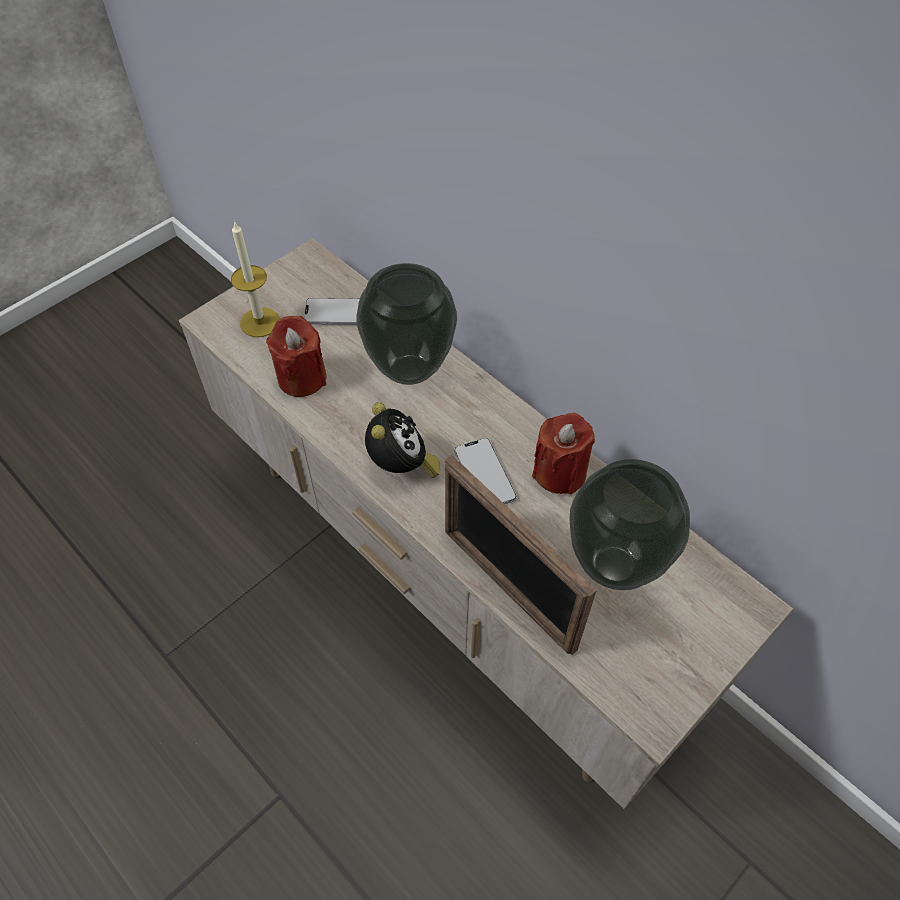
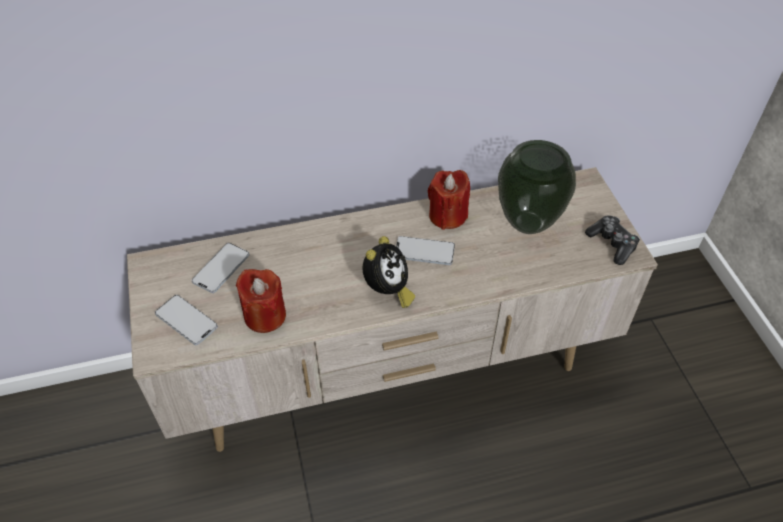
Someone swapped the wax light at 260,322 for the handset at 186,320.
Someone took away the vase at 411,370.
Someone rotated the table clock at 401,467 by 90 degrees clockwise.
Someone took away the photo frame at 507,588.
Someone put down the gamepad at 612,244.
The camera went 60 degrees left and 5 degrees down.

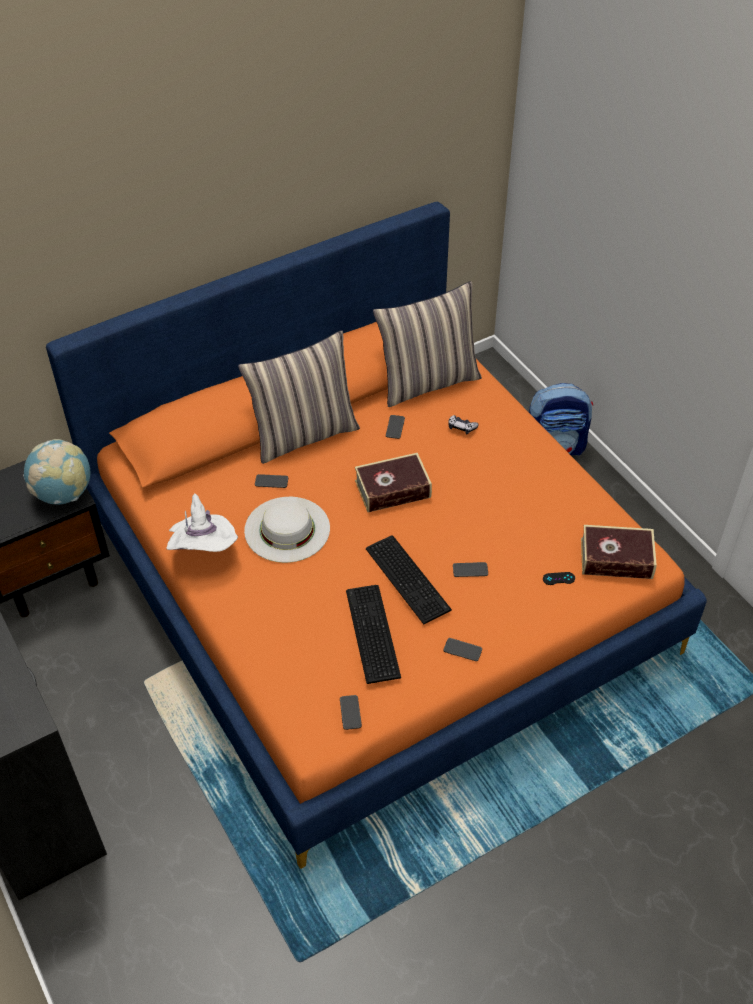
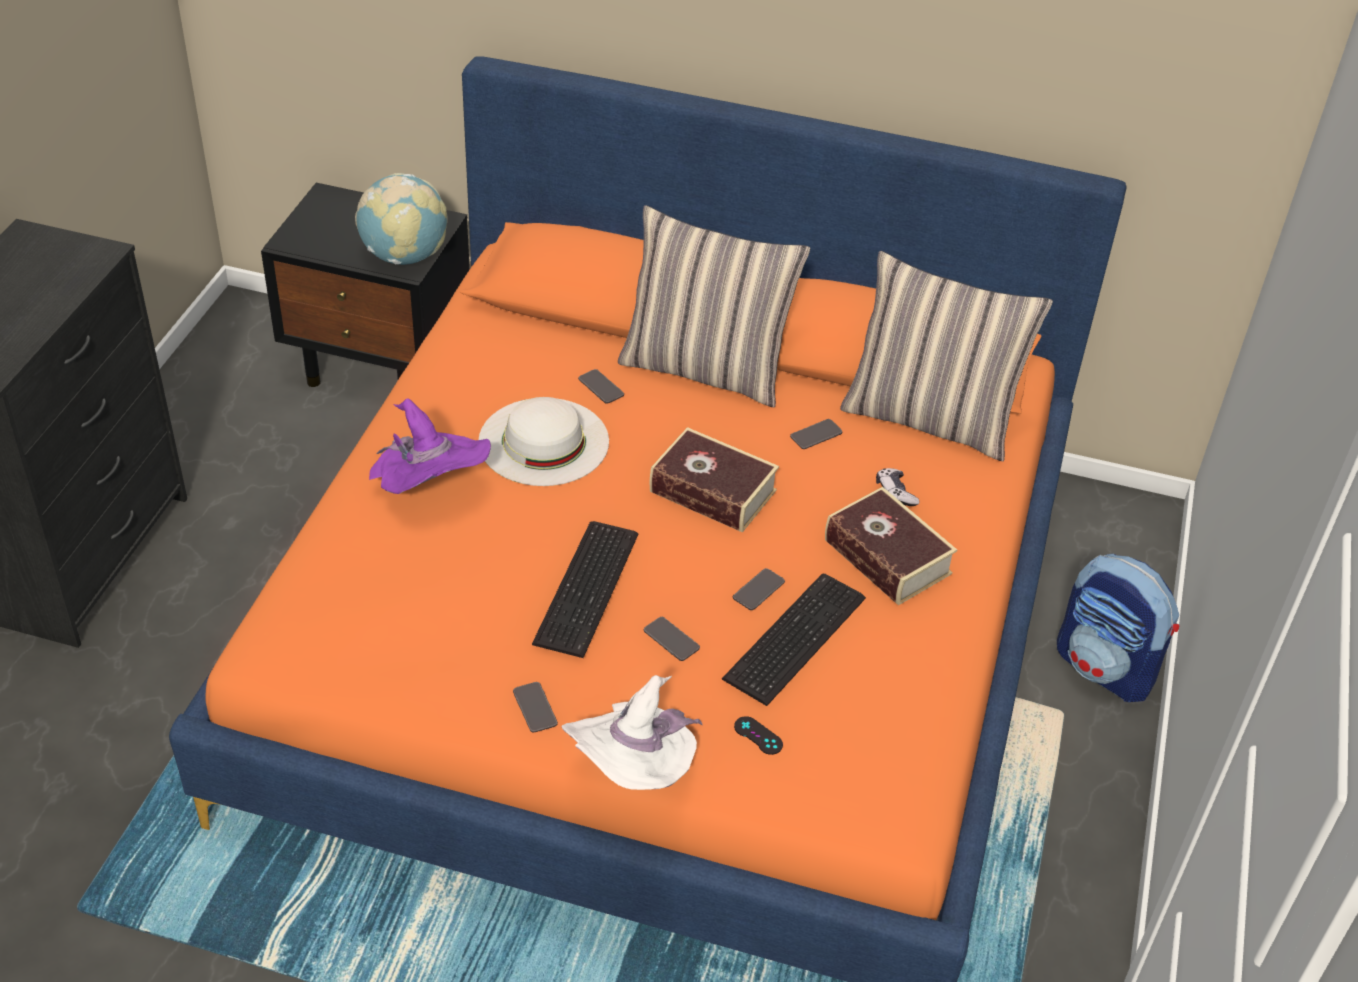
Someone carried the white wearable hat from 204,550 to 635,771.
Someone carried the book from 616,558 to 887,557.
Someone carried the keyboard from 371,635 to 791,638.
Someone carried the handset from 350,712 to 758,590.
Someone put down the purple wearable hat at 429,489.
The camera went 45 degrees right and 5 degrees down.

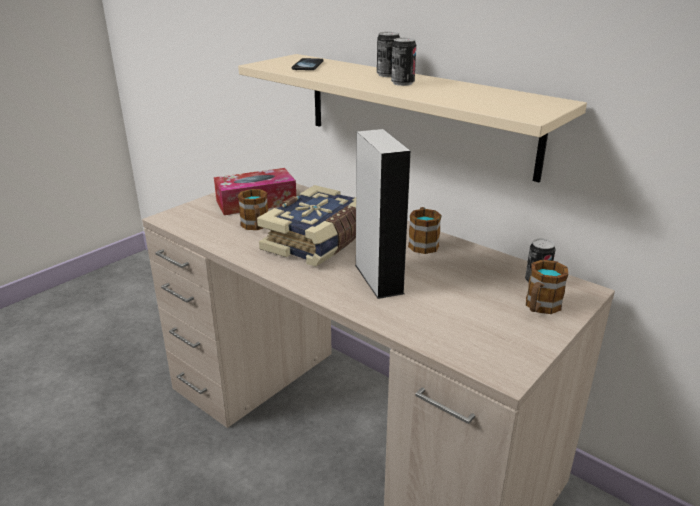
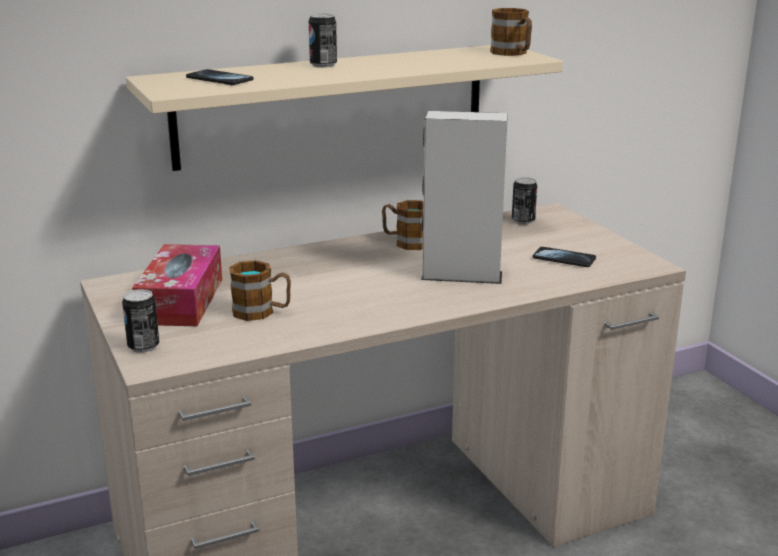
Someone carried the can from 402,83 to 143,346.
Someone took away the book at 319,241.
Someone carried the coffee mug from 540,307 to 513,53.
Someone put down the handset at 564,259.
The camera went 65 degrees left and 5 degrees down.

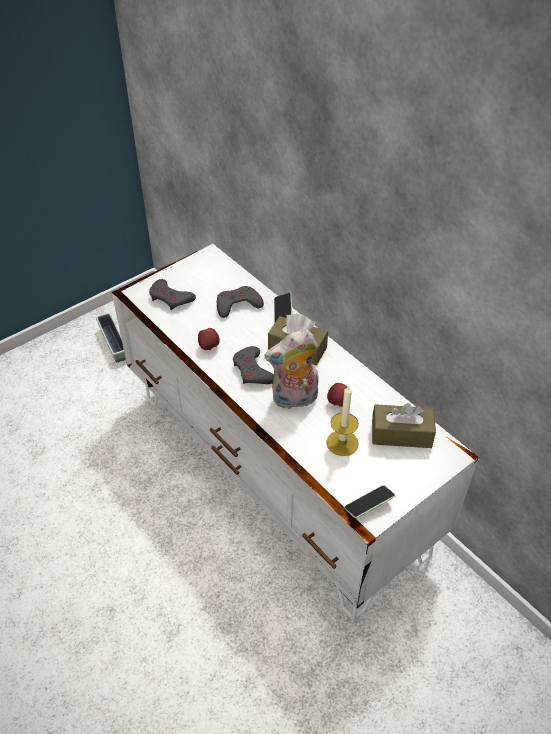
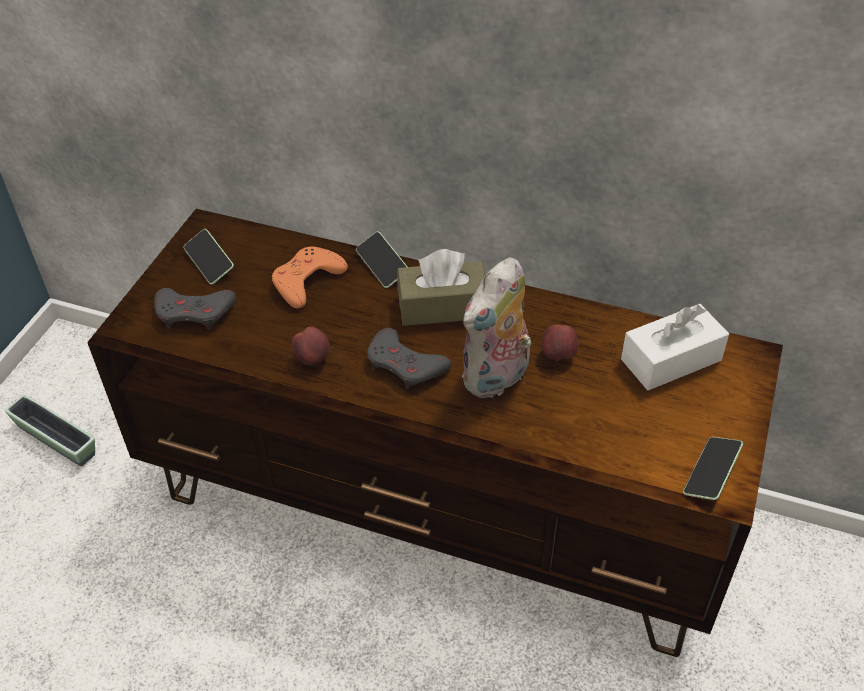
Someone repainted the white media console at 276,472, which became the brownish media console at 436,511.
Someone repainted the greyish gamepad at 238,305, which became the orange-coloured gamepad at 307,281.
Someone took away the wax light at 342,443.
Someone repainted the brownish tissue box at 401,434, which became the white tissue box at 671,360.
Someone put down the handset at 209,263.
The camera went 30 degrees left and 0 degrees up.

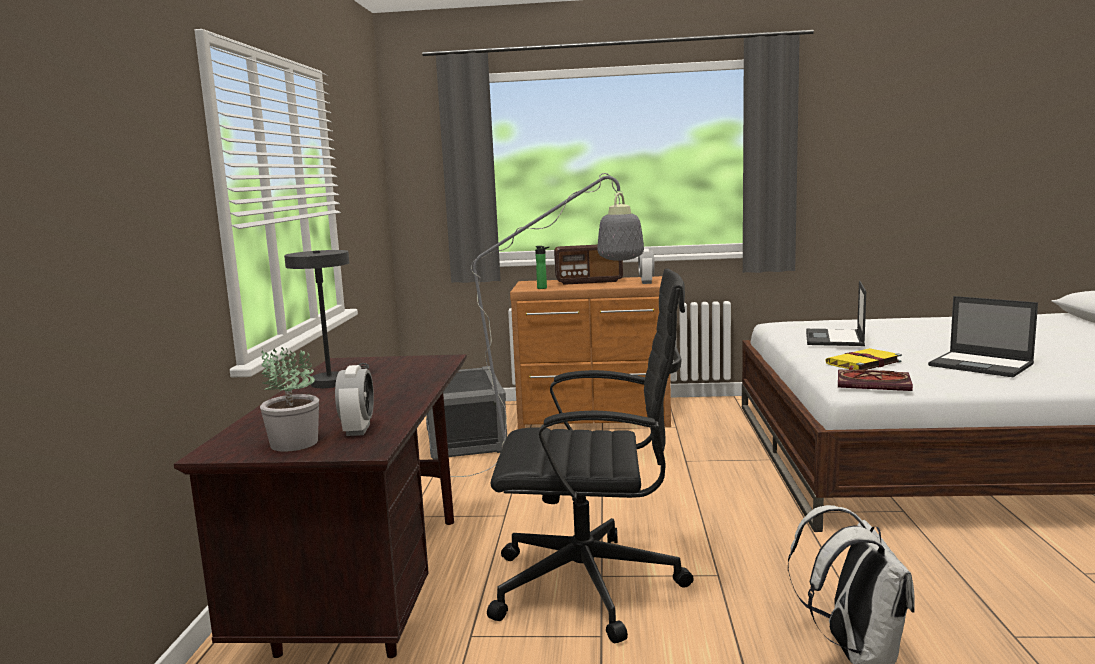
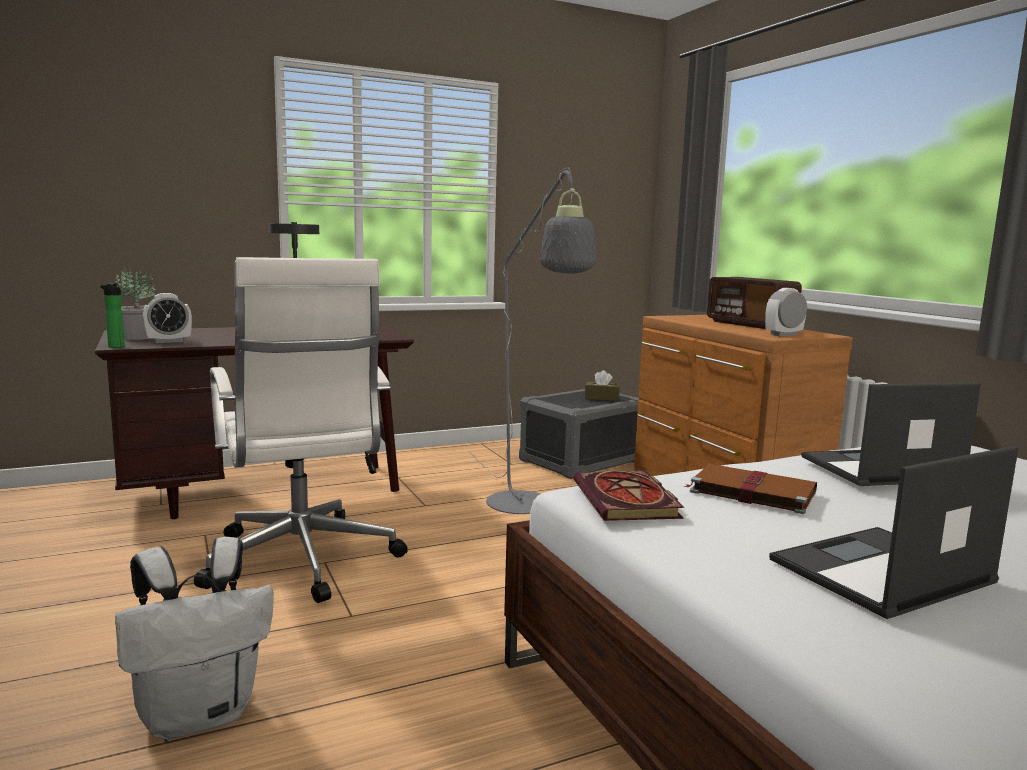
Someone carried the beverage bottle from 543,288 to 115,347.
Someone repainted the blackish office chair at 592,586, which became the white office chair at 301,562.
Someone rotated the portable computer at 981,365 by 45 degrees clockwise.
Someone repainted the yellow book at 862,363, which became the brownish book at 750,491.
Someone put down the brownish tissue box at 602,398.
The camera went 60 degrees right and 0 degrees up.

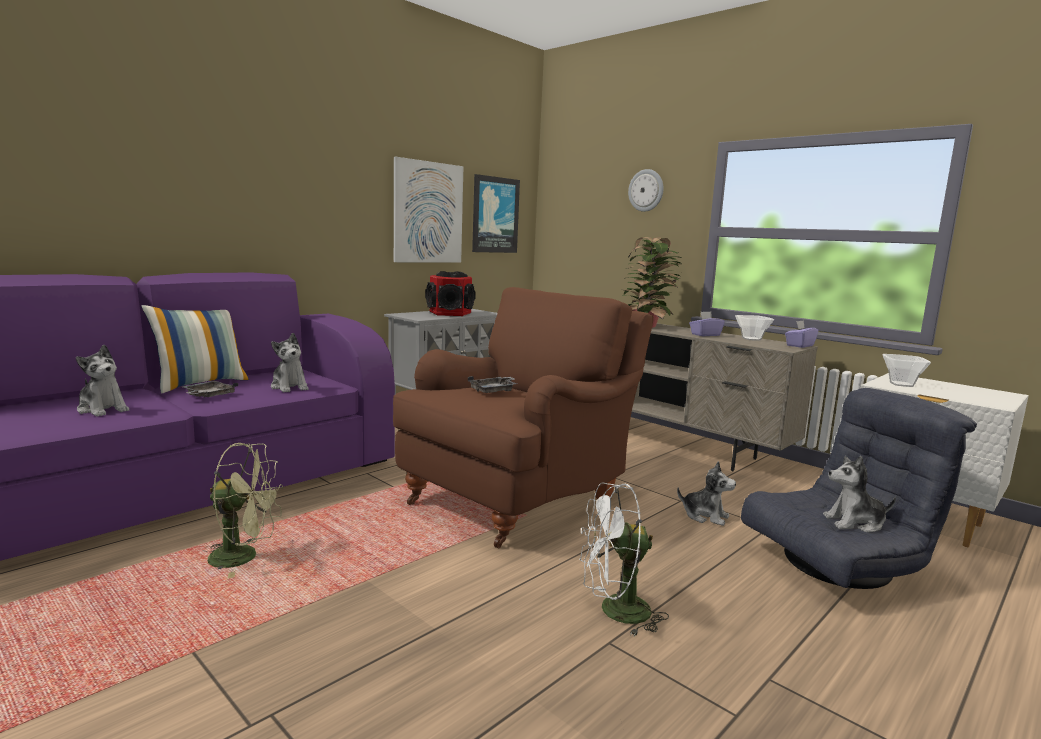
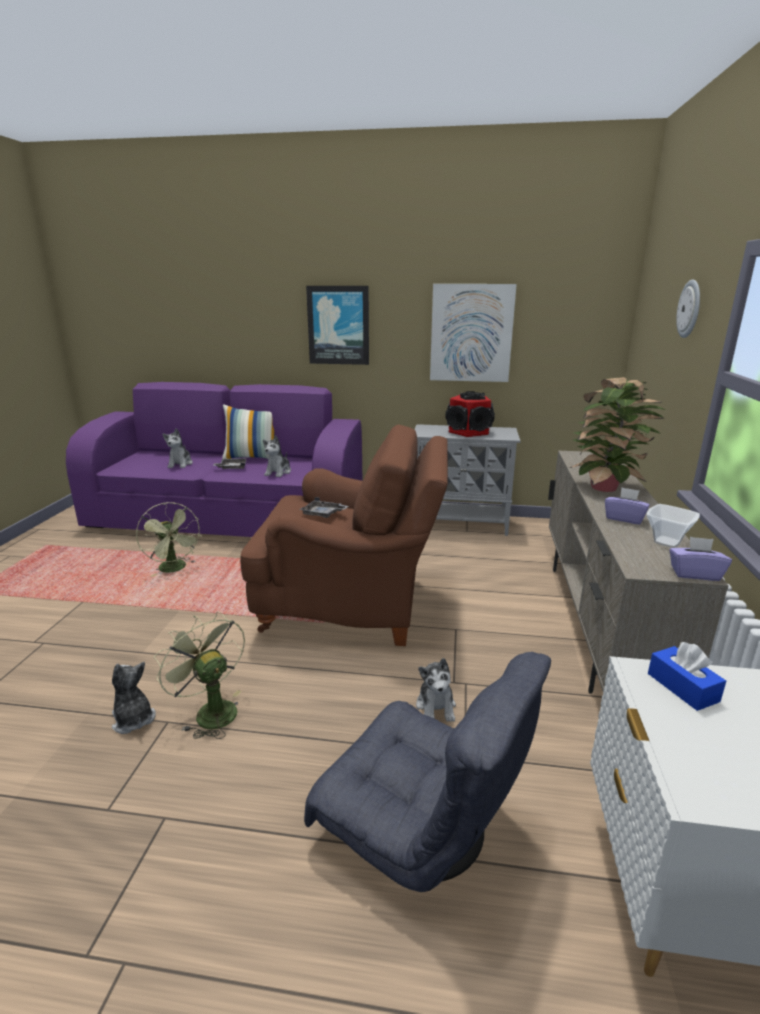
Someone carried the wall picture from 495,215 to 338,325.
Someone swapped the serving bowl at 900,384 for the bluish tissue box at 682,687.
Someone carried the soft toy from 855,523 to 133,719.
Someone repainted the white fan at 614,612, which became the greenish fan at 210,711.
The camera went 55 degrees right and 10 degrees up.

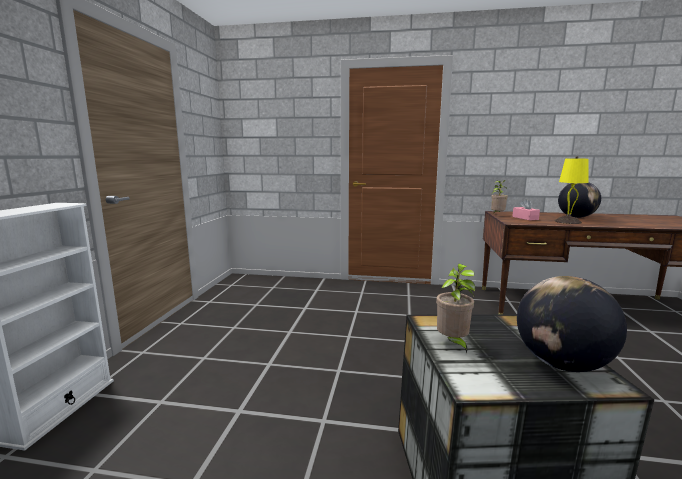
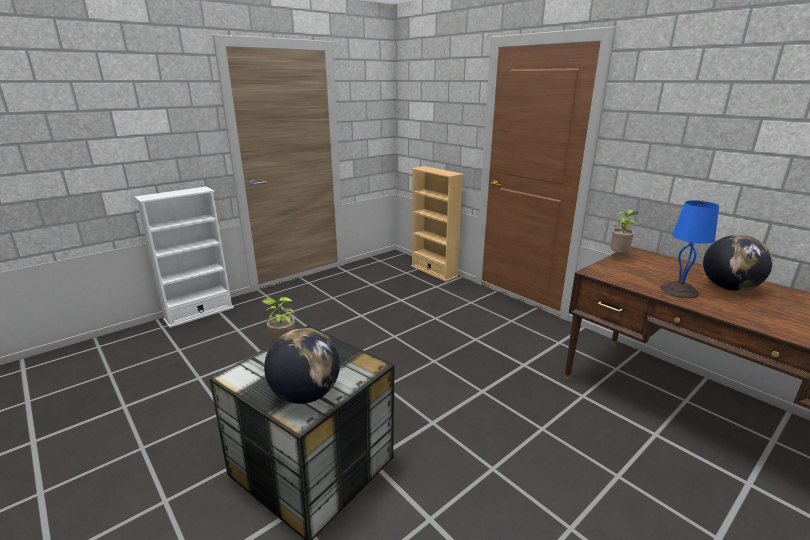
Someone repainted the yellow tabletop lamp at 568,222, which became the bluish tabletop lamp at 679,291.
Someone took away the pink-coloured tissue box at 525,218.
Someone put down the beige-coloured shelving unit at 434,271.
The camera went 40 degrees right and 10 degrees up.

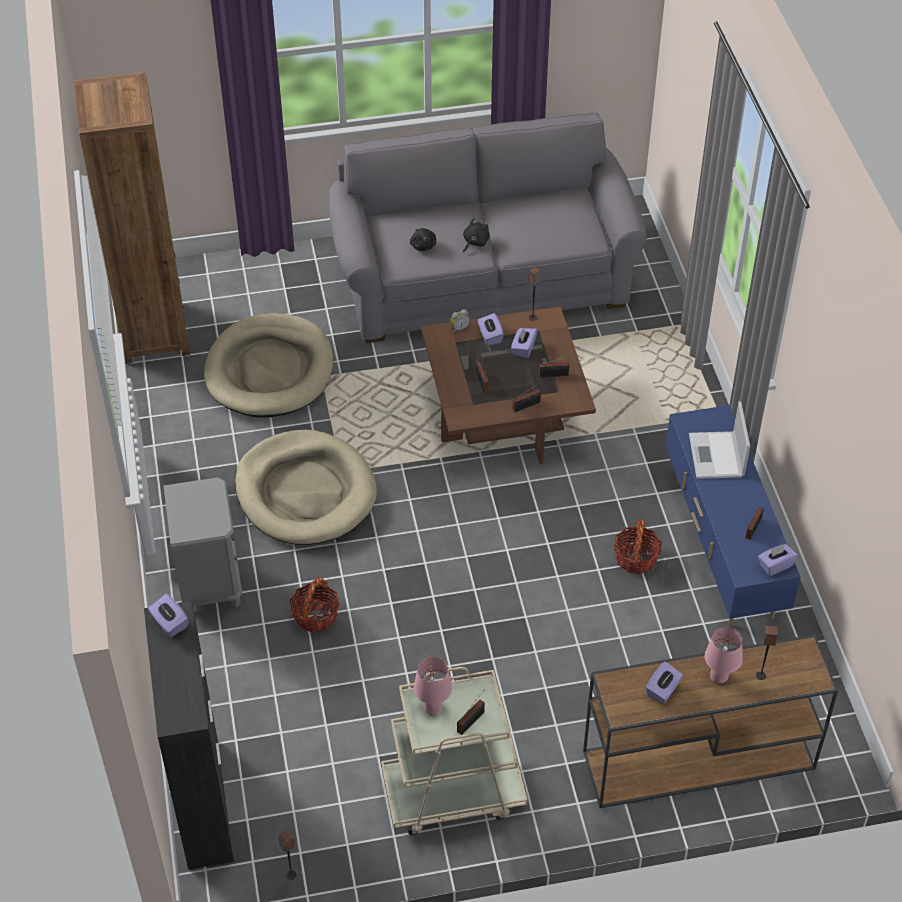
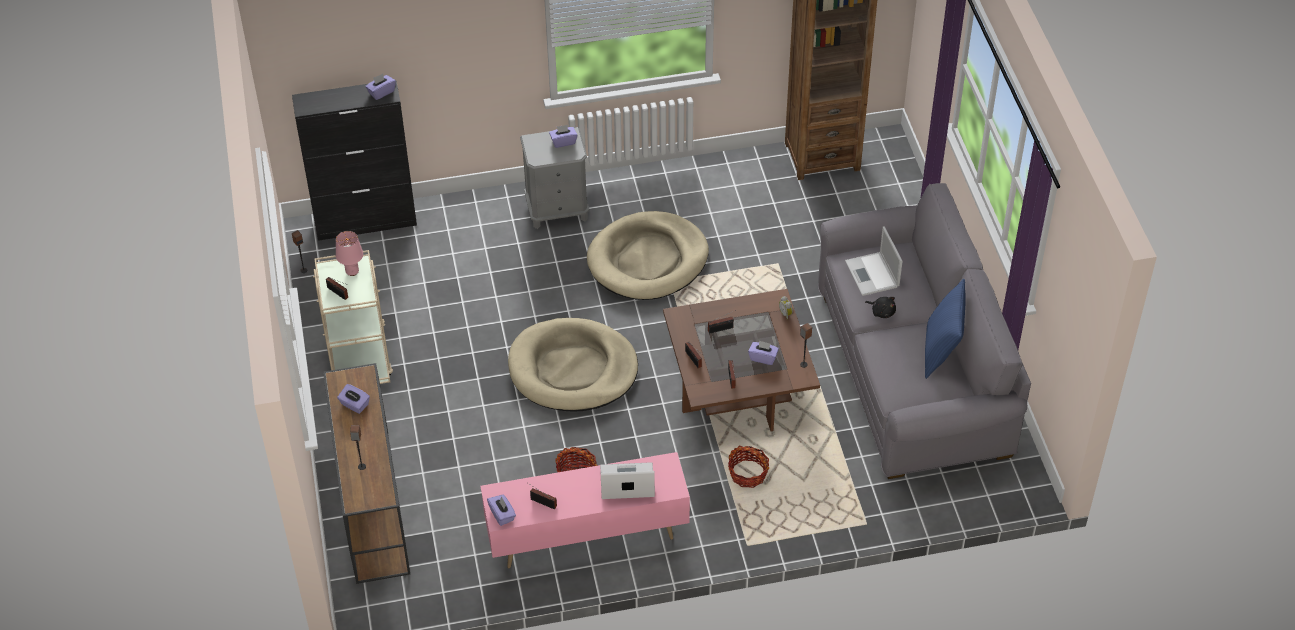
Someone swapped the blackish soft toy at 423,245 for the portable computer at 872,275.
Someone carried the beige-coloured dog bed from 270,370 to 573,369.
Someone carried the purple tissue box from 490,336 to 563,141.
Someone repainted the bluish media console at 721,548, which became the pink-coloured media console at 586,537.
Someone carried the storage basket from 315,615 to 748,474.
Someone took away the pink-coloured tabletop lamp at 719,677.
Someone put down the bluish pillow at 941,351.
The camera went 90 degrees right and 0 degrees up.

